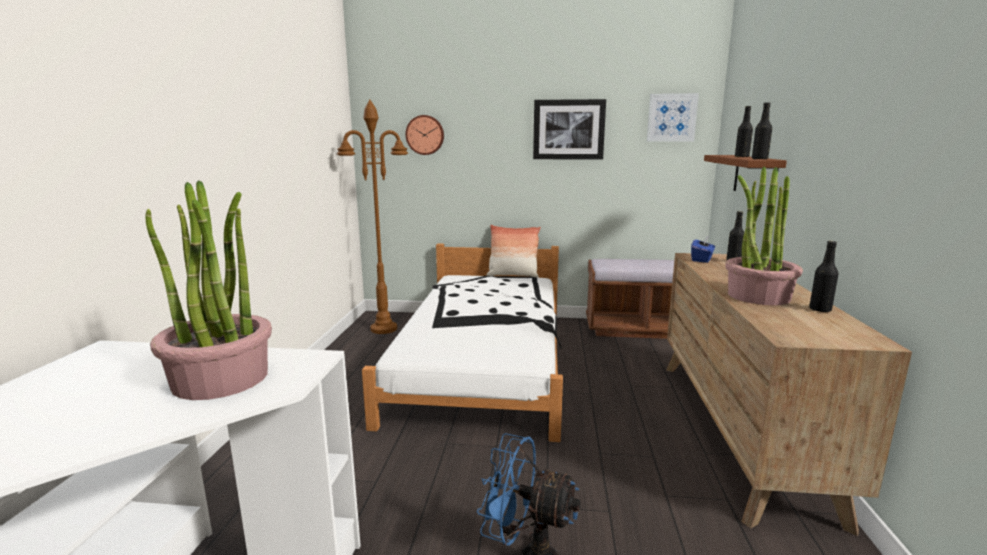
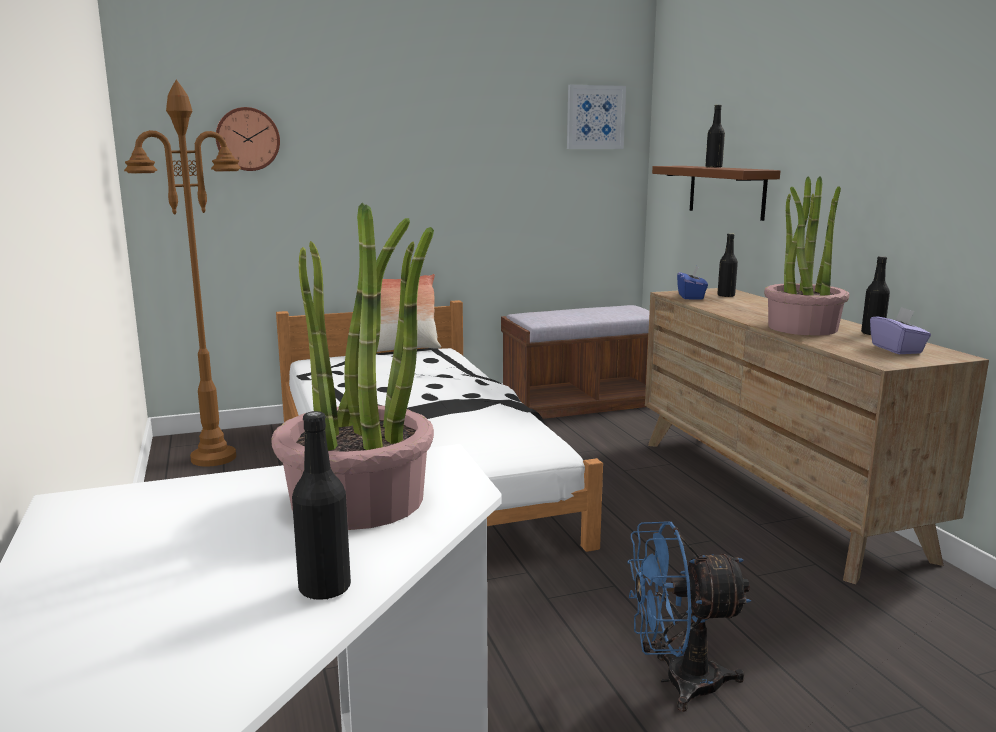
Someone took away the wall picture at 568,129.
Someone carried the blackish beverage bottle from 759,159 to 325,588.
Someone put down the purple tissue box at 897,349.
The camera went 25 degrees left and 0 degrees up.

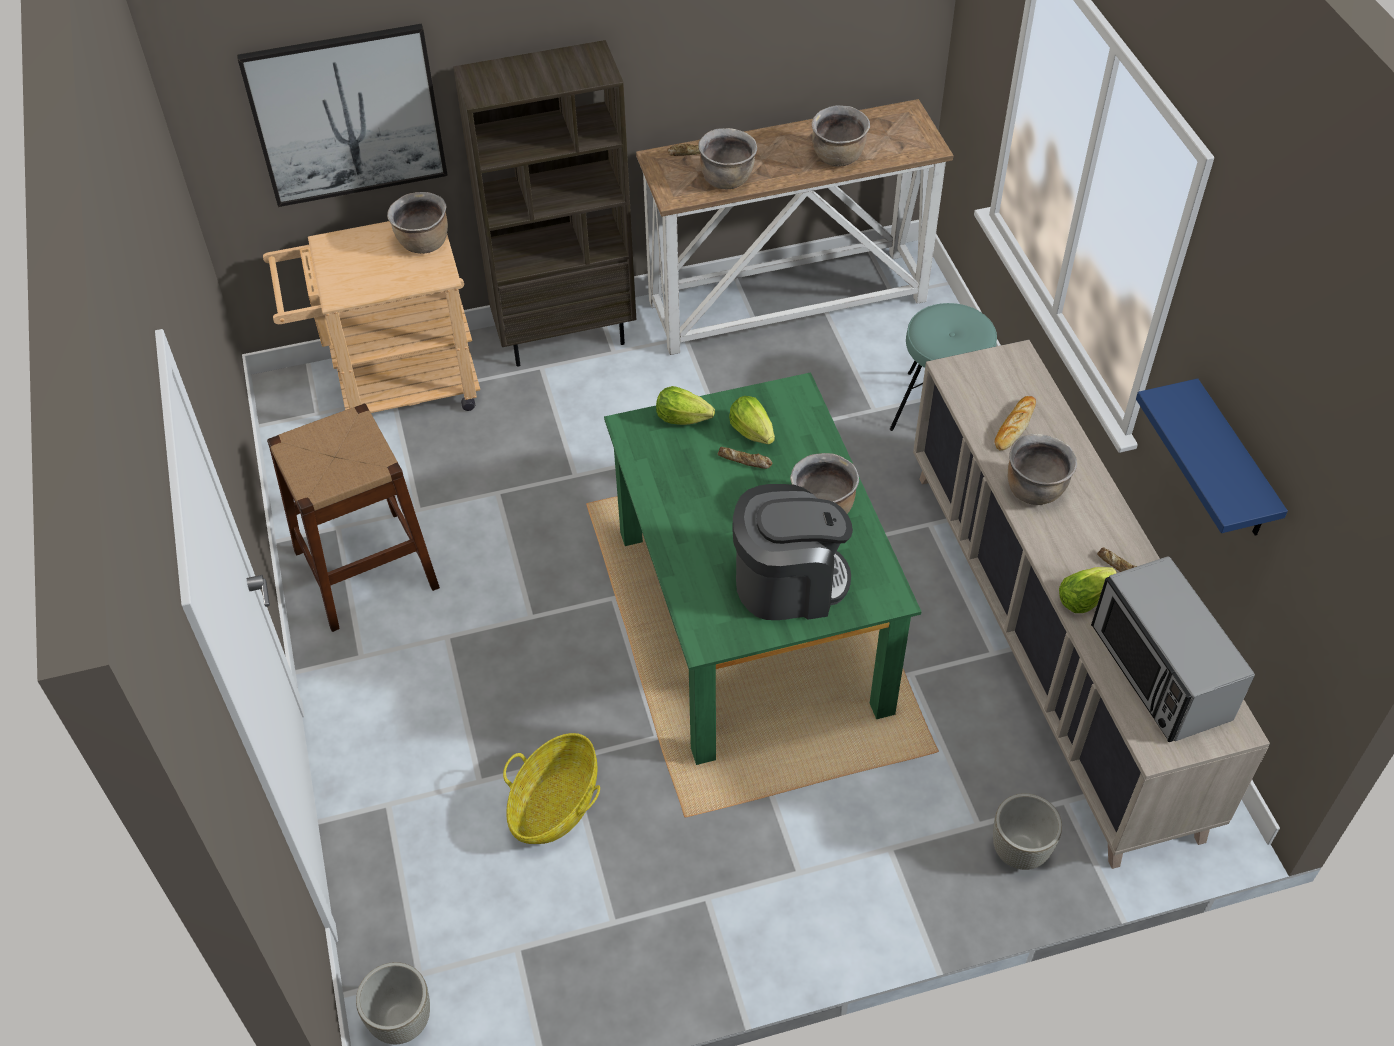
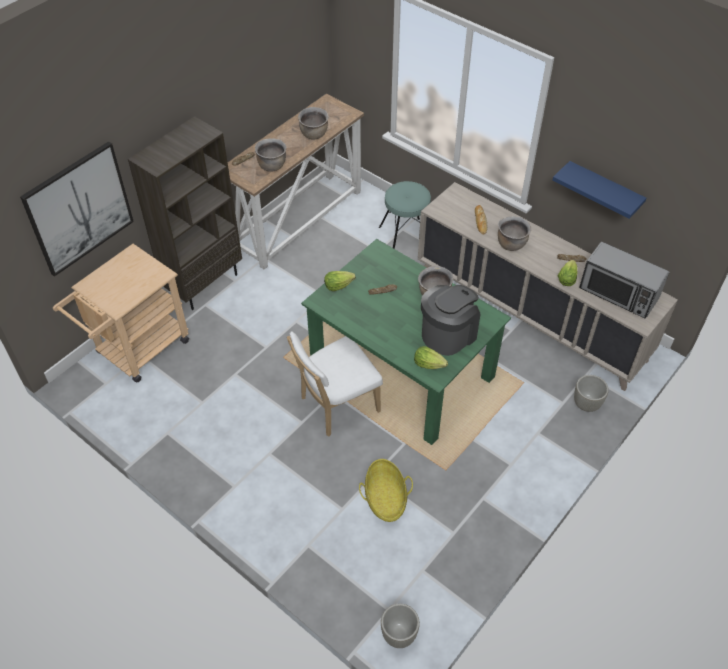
Someone took away the brownish cooking pot at 423,244.
Someone carried the lettuce head from 752,431 to 428,364.
Someone took away the brownish stool seat at 366,568.
Someone put down the white chair at 336,405.
The camera went 35 degrees left and 0 degrees up.

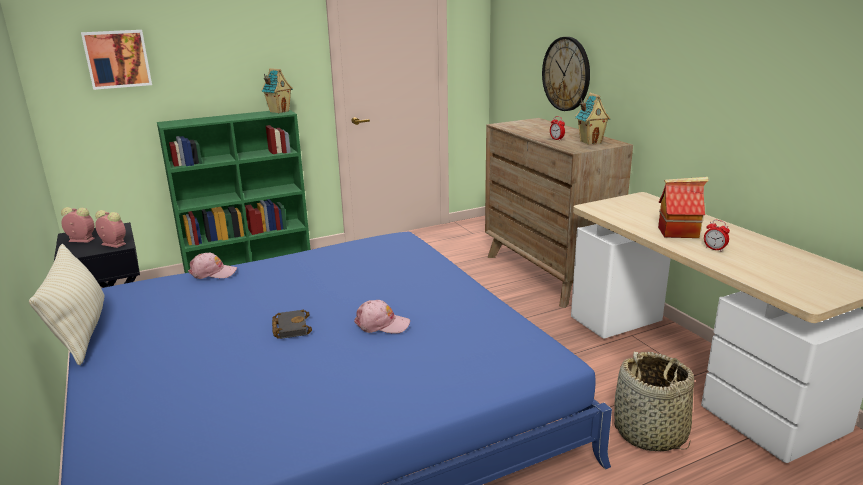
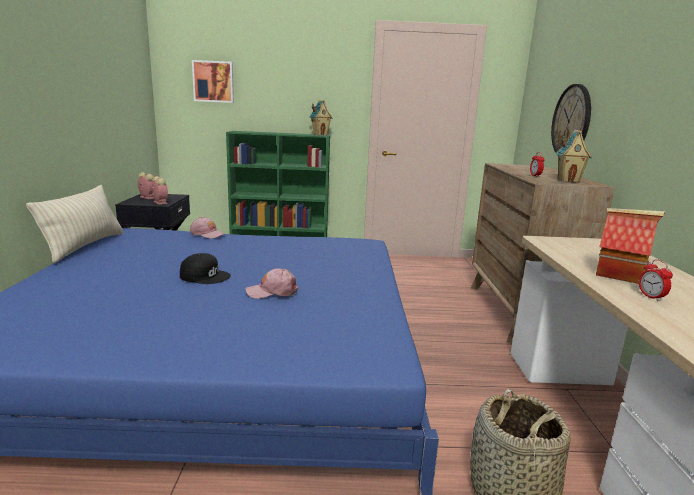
Someone rotated the pink-coloured cap at 381,324 by 135 degrees clockwise.
Someone swapped the blackish book at 290,327 for the blackish cap at 205,276.
The camera went 25 degrees right and 5 degrees down.

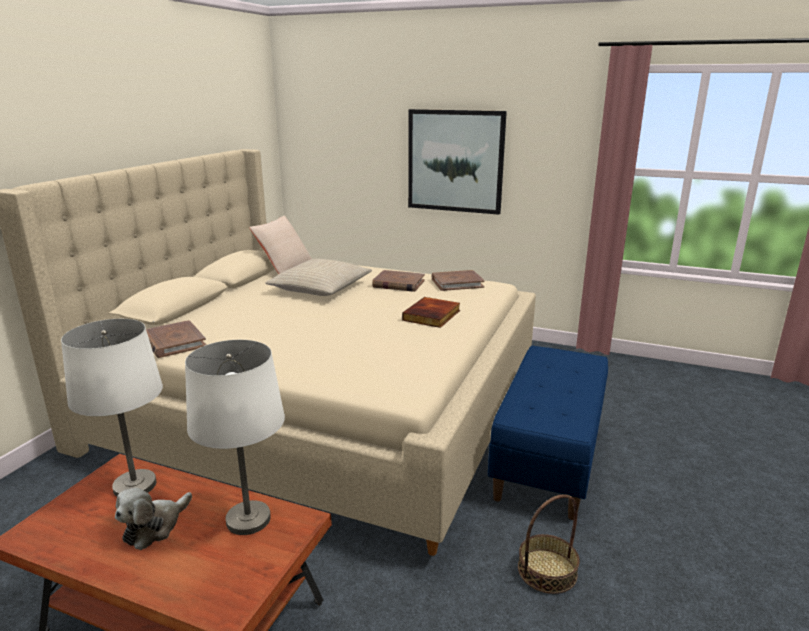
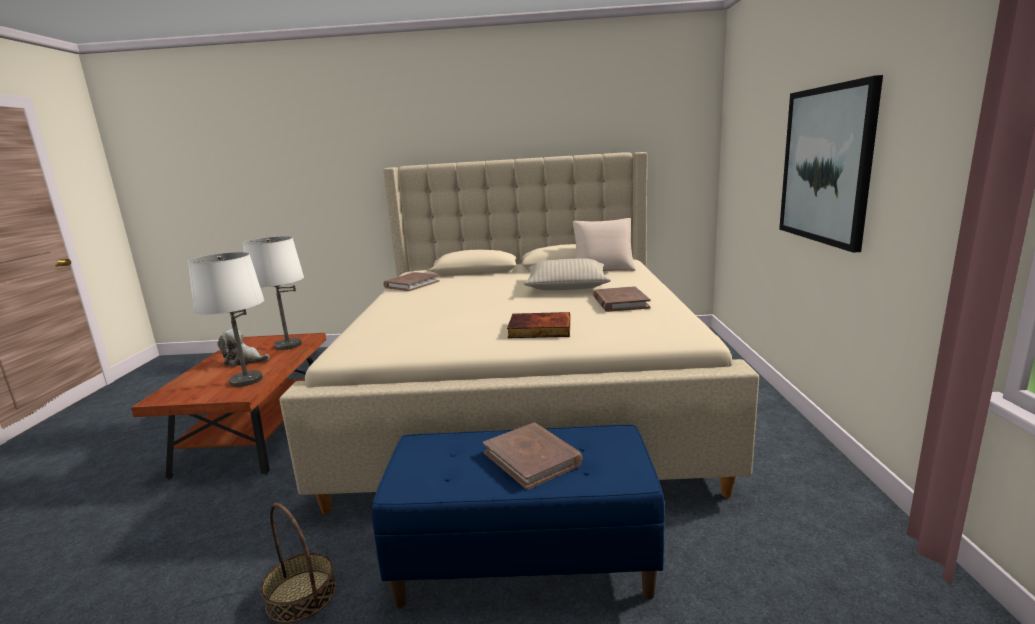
Someone carried the brownish book from 457,283 to 532,458.
The camera went 70 degrees right and 5 degrees down.

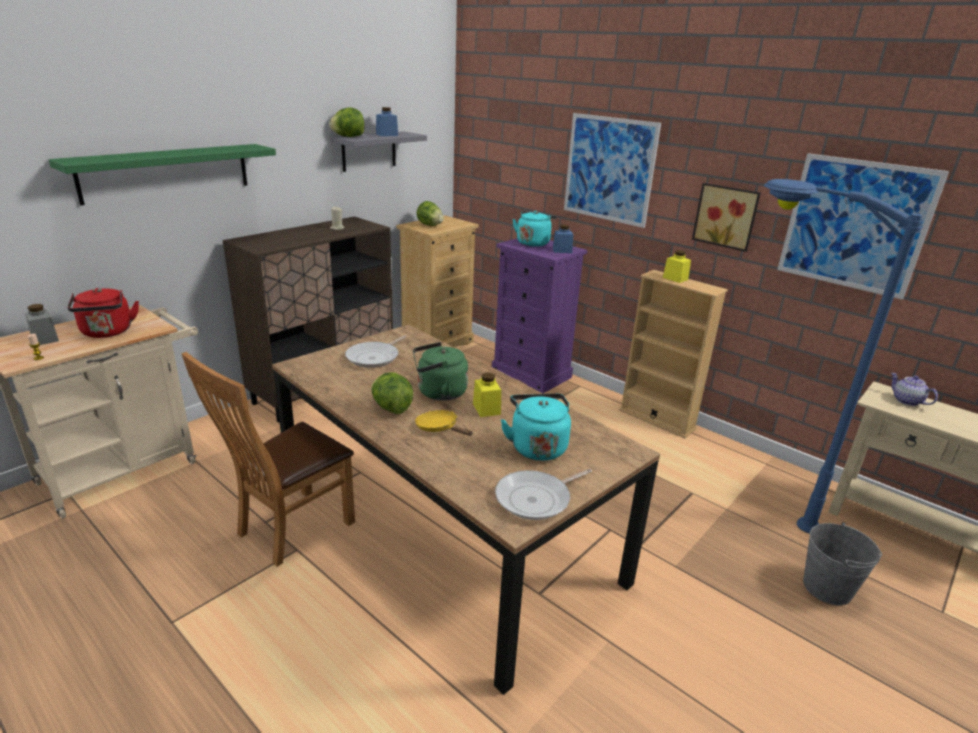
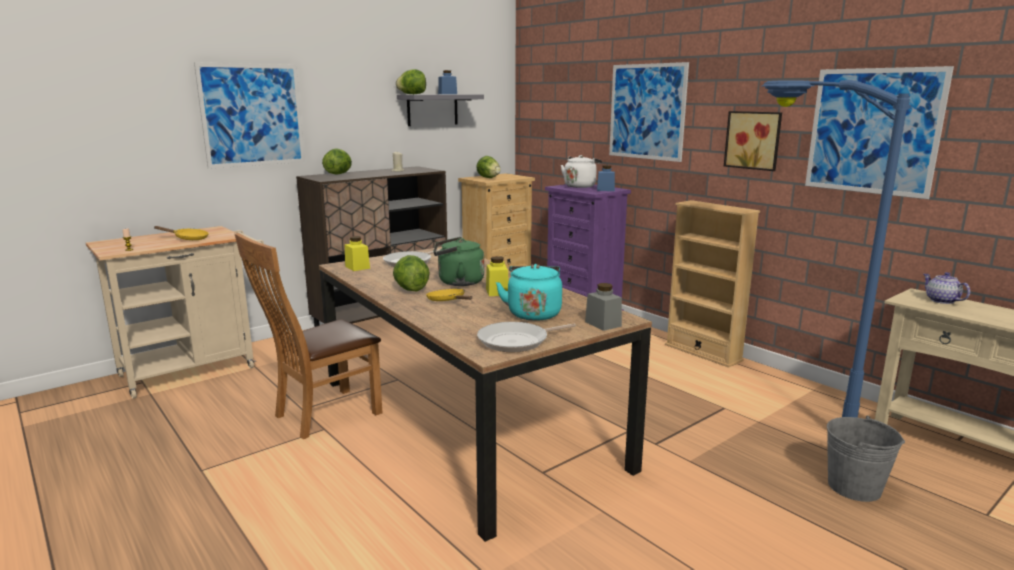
Someone swapped the greenish bracket shelf at 166,172 for the wall picture at 252,115.
Someone repainted the turquoise-coloured kettle at 533,243, which became the white kettle at 580,186.
Someone carried the yellow storage jar from 675,278 to 357,267.
Someone swapped the red-coloured kettle at 107,333 for the yellow frying pan at 188,238.
Someone carried the greyish storage jar from 45,339 to 603,324.
Someone put down the lettuce head at 339,174.
The camera went 10 degrees right and 10 degrees down.

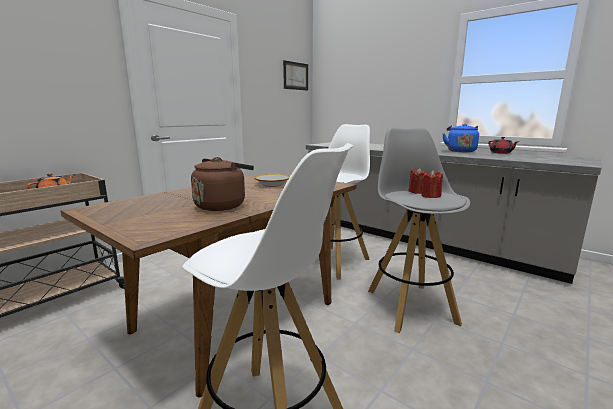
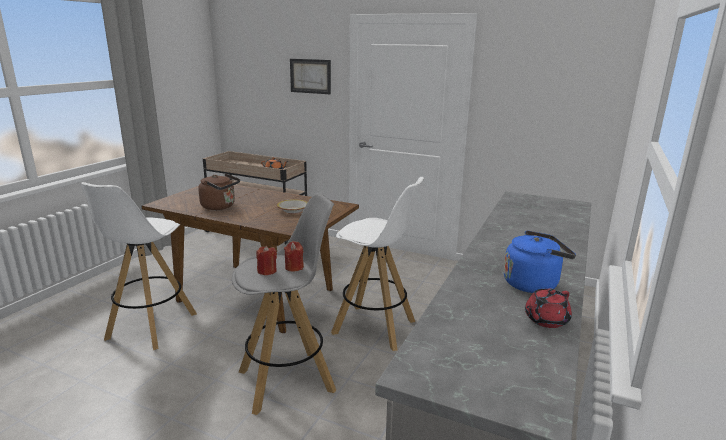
Someone carried the wall picture from 295,76 to 310,76.
The camera went 75 degrees right and 5 degrees up.

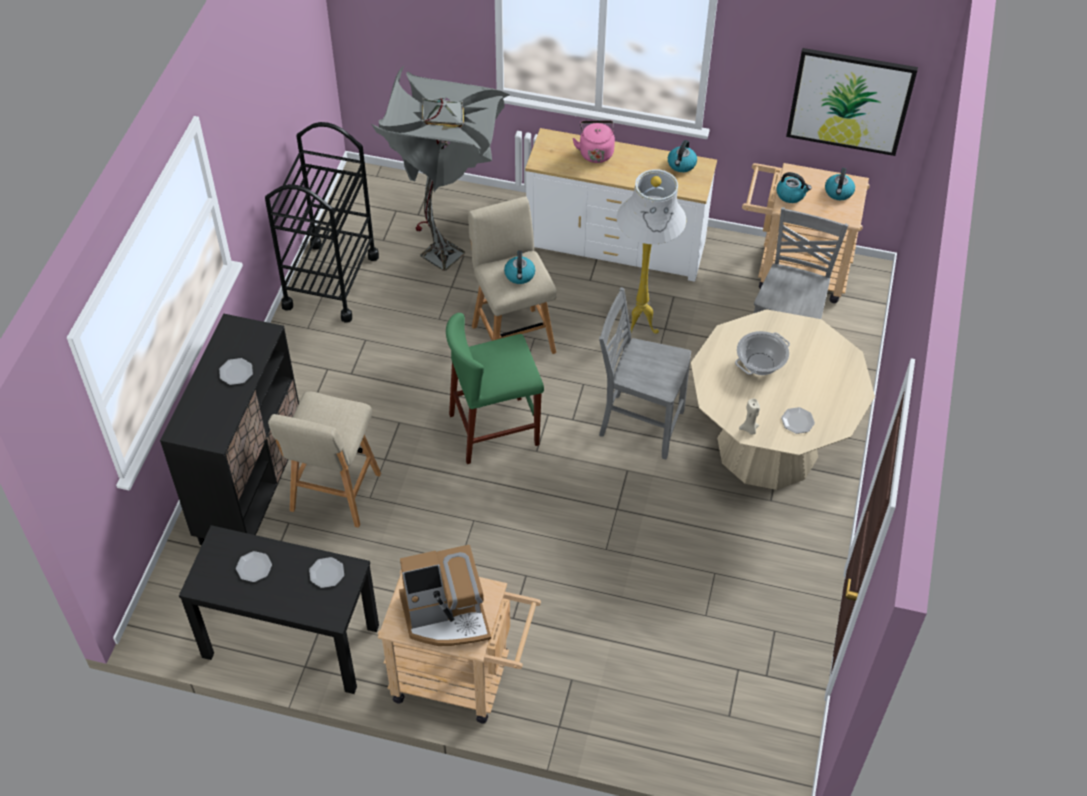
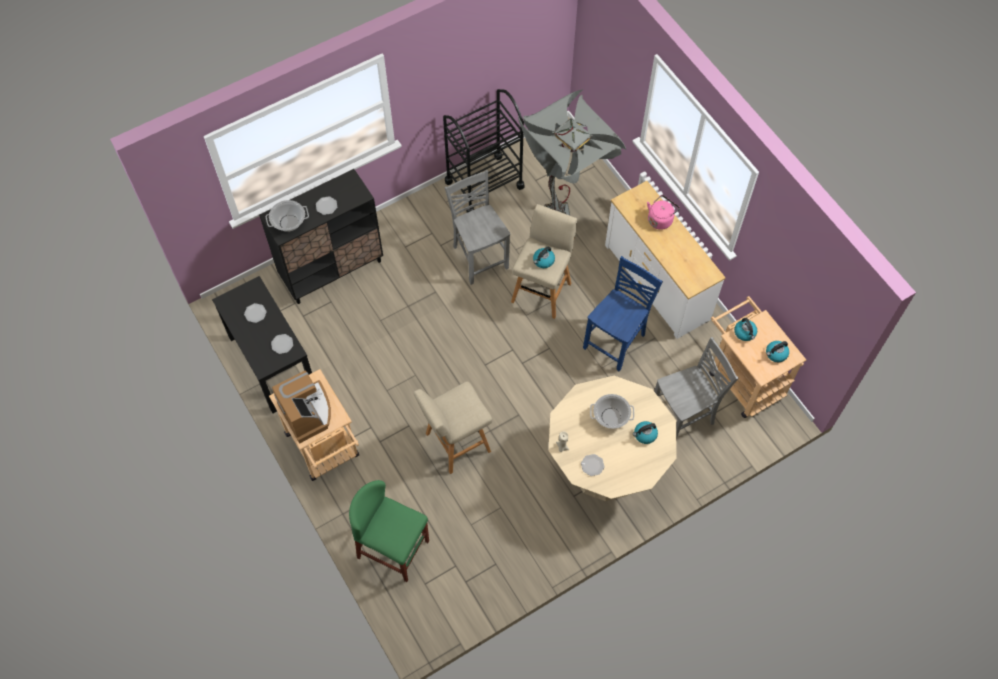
Someone took away the wall picture at 850,101.
Someone carried the kettle from 681,164 to 644,435.
Someone swapped the white floor lamp at 641,327 for the bluish chair at 616,342.
Someone carried the greyish chair from 639,424 to 479,257.
Someone carried the greenish stool seat from 494,429 to 393,549.
Someone carried the beige-coloured stool seat from 334,495 to 456,443.
Someone rotated the coffee machine at 446,616 by 150 degrees counterclockwise.
Someone put down the cooking pot at 289,223.
The camera went 45 degrees right and 10 degrees up.

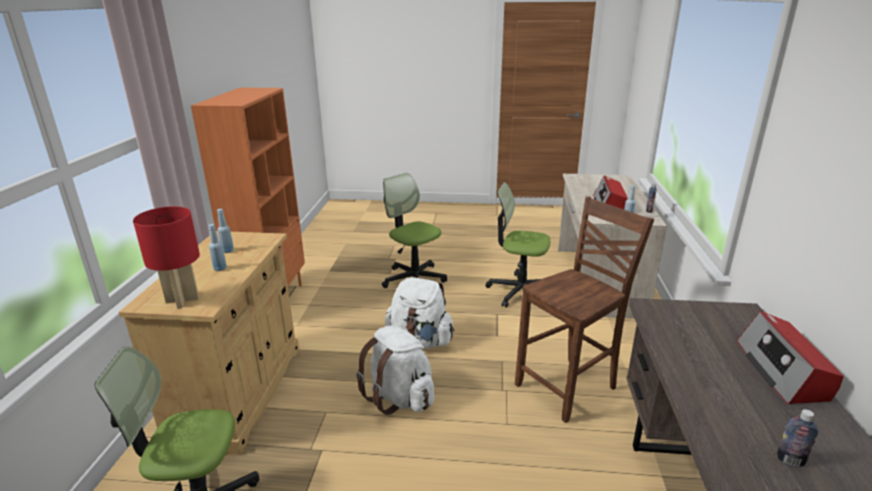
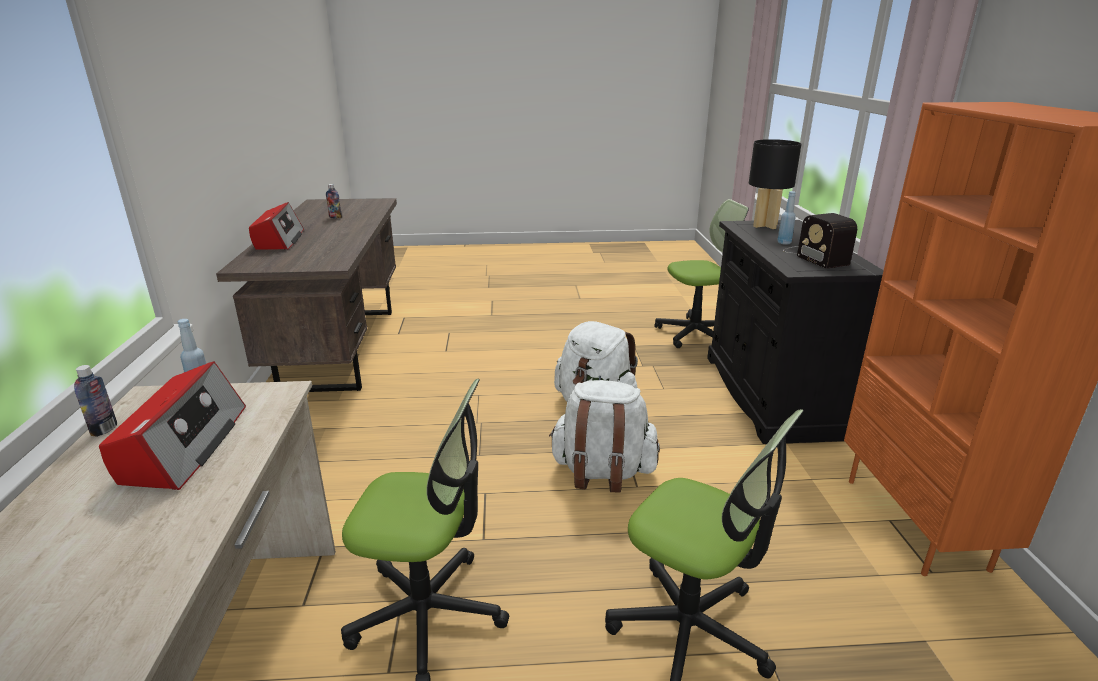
Someone took away the brownish chair at 569,387.
Someone repainted the red-coloured tabletop lamp at 182,300, which became the blackish tabletop lamp at 765,225.
Someone swapped the bluish beverage bottle at 227,251 for the radio set at 814,256.
Someone repainted the beige-coloured storage cabinet at 239,393, which became the blackish storage cabinet at 770,394.
The camera went 170 degrees right and 0 degrees up.

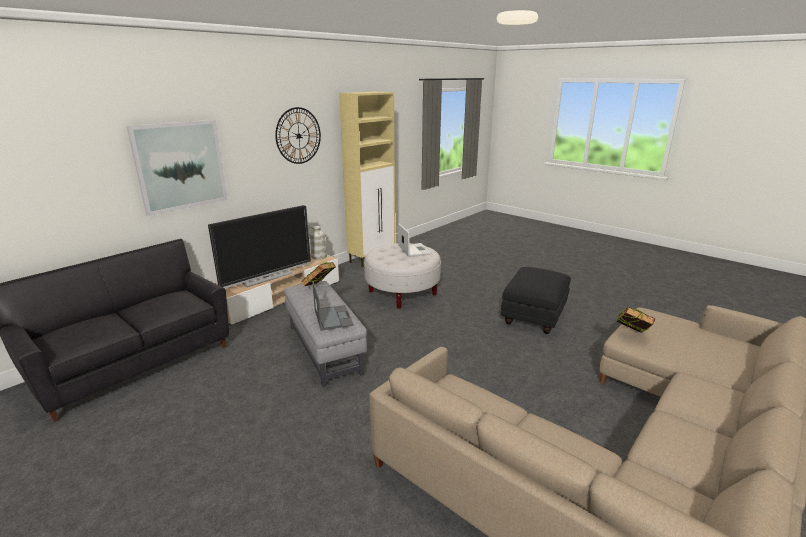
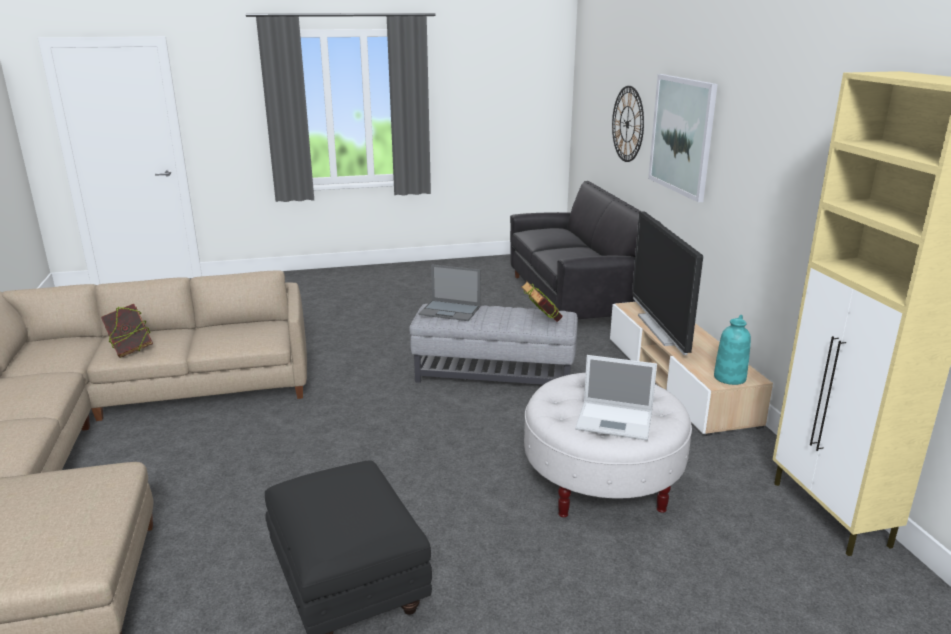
Someone carried the hanging clock from 298,136 to 627,124.
Someone repainted the white vase at 318,256, which became the turquoise-coloured vase at 729,377.
Someone carried the book from 631,335 to 131,350.
The camera went 125 degrees right and 0 degrees up.

